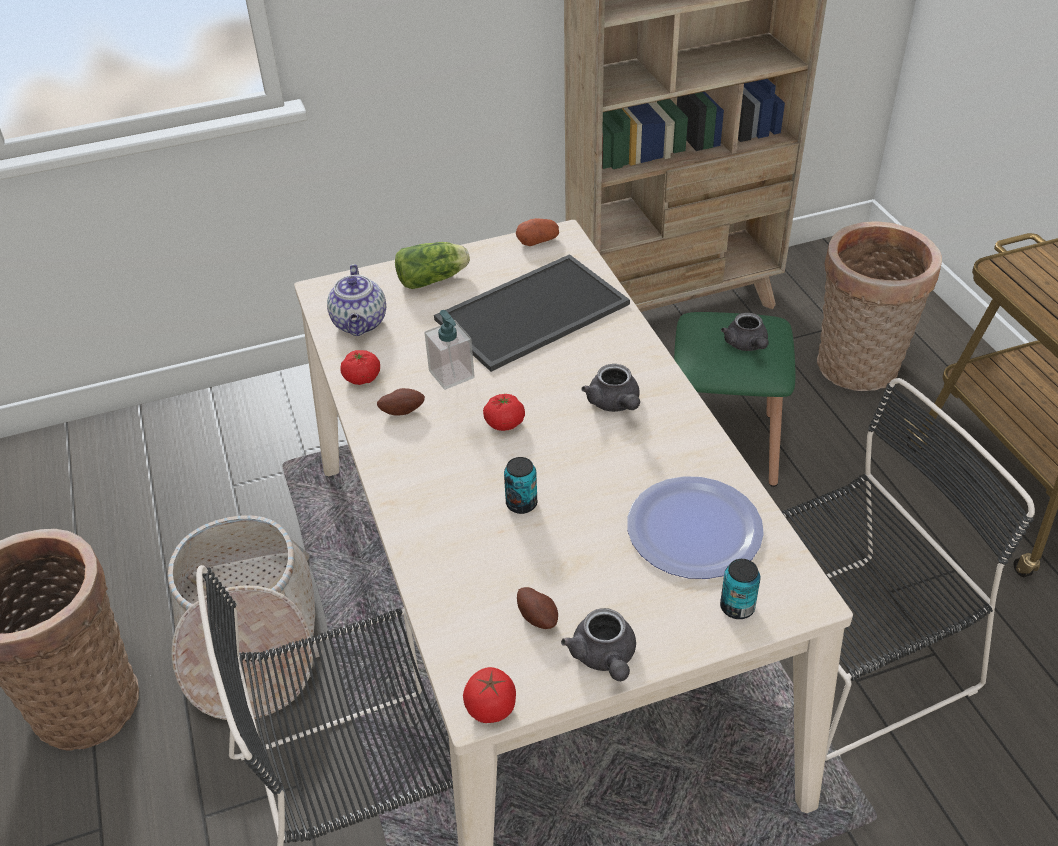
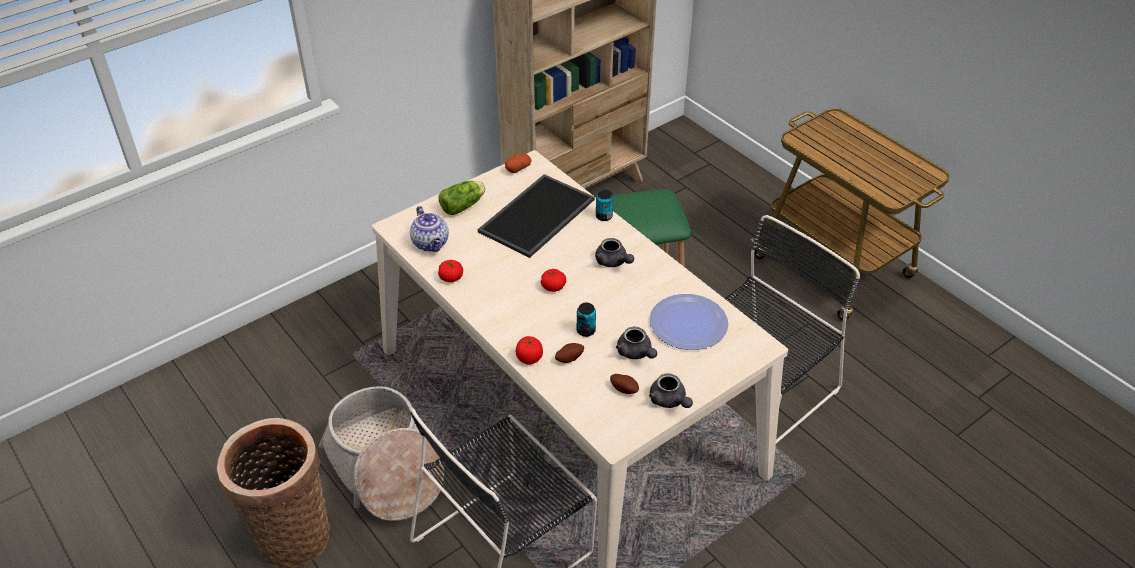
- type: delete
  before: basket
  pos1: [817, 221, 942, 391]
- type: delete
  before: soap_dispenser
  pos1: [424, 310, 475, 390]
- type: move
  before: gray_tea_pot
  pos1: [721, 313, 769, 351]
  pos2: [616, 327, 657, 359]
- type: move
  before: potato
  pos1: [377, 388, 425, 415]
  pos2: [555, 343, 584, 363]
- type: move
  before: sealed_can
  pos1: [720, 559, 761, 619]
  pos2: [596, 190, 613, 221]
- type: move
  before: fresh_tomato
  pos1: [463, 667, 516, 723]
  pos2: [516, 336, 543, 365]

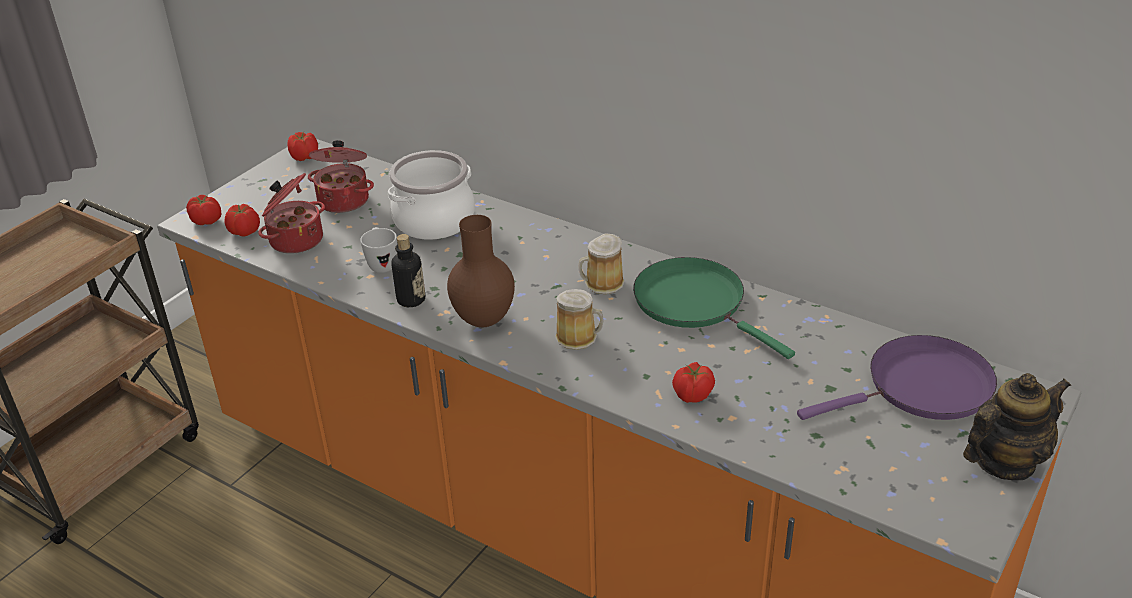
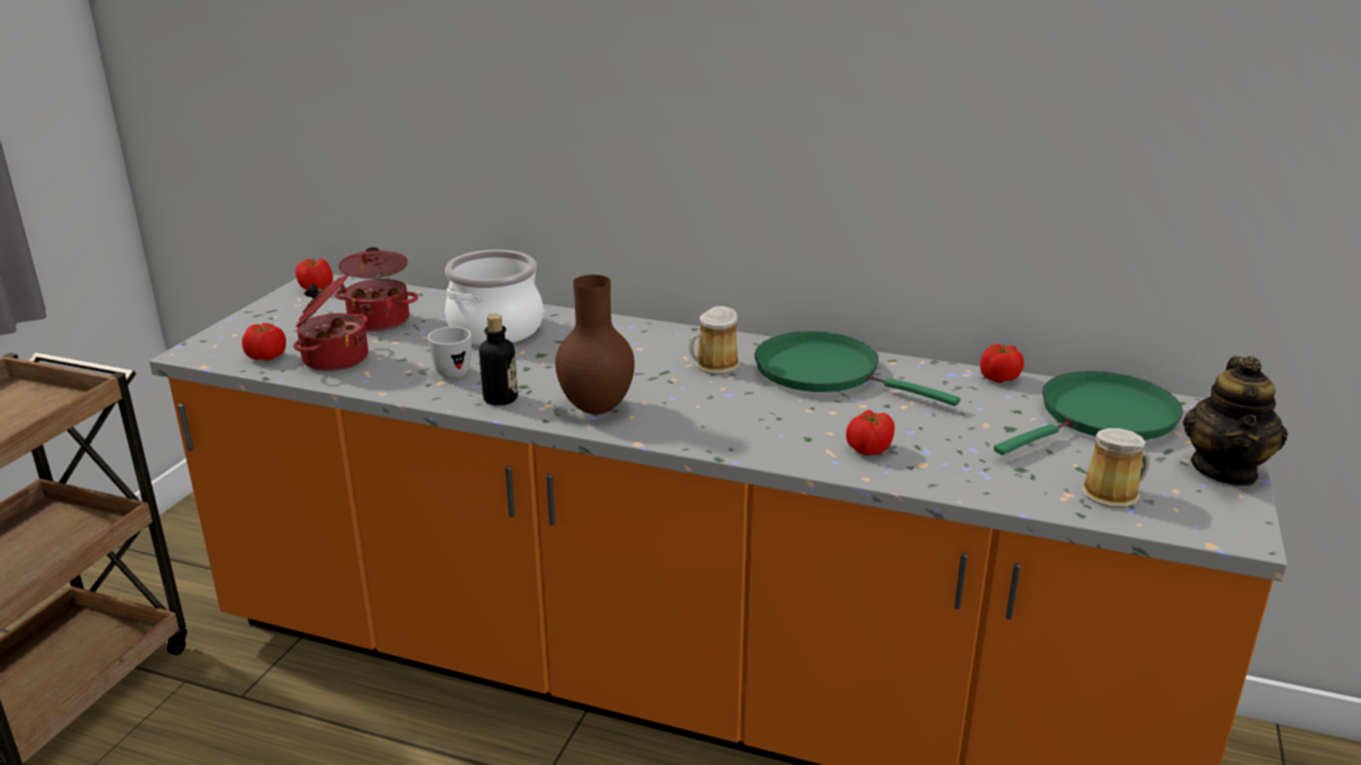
- type: move
  before: fresh_tomato
  pos1: [186, 195, 221, 225]
  pos2: [980, 344, 1024, 383]
- type: move
  before: coffee_mug
  pos1: [555, 289, 603, 350]
  pos2: [1081, 428, 1150, 508]
- type: recolor
  before: purplish_skillet
  after: greenish_skillet
  pos1: [797, 335, 997, 420]
  pos2: [994, 371, 1183, 455]
- type: rotate
  before: tea_pot
  pos1: [963, 373, 1071, 480]
  pos2: [1183, 356, 1288, 486]
  turn: 150

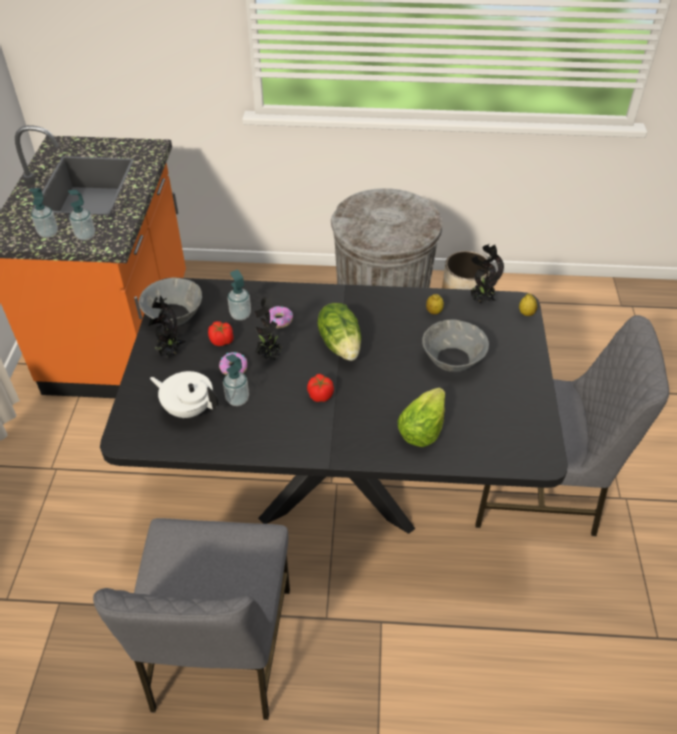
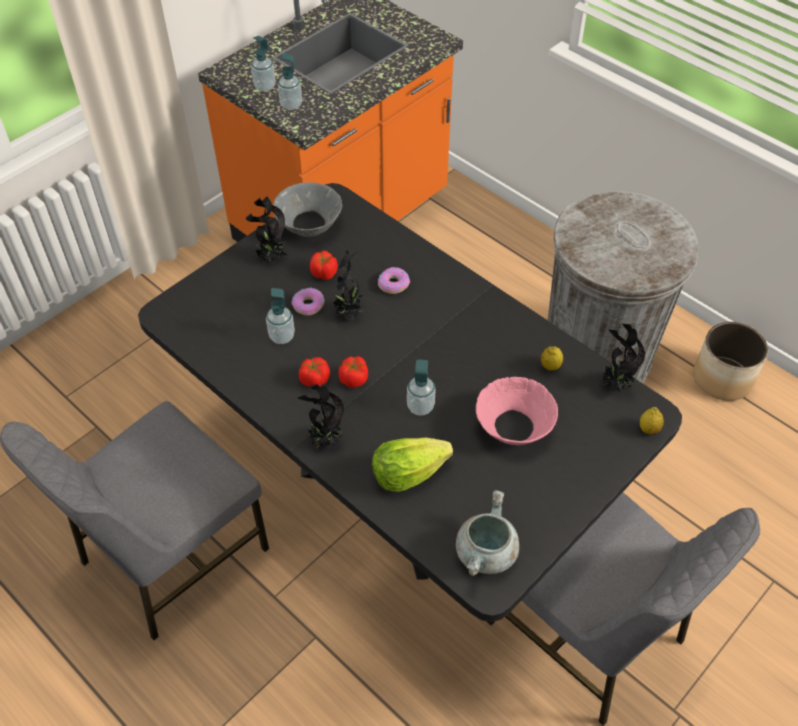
- type: move
  before: soap_dispenser
  pos1: [228, 270, 251, 320]
  pos2: [407, 359, 435, 416]
- type: delete
  before: head_of_lettuce
  pos1: [317, 303, 361, 361]
- type: recolor
  before: gray_serving_bowl
  after: pink_serving_bowl
  pos1: [422, 319, 489, 372]
  pos2: [476, 377, 558, 445]
- type: delete
  before: whitish_tea_pot
  pos1: [150, 371, 218, 418]
- type: insert
  after: fresh_tomato
  pos2: [299, 357, 330, 387]
- type: insert
  after: plant_in_a_pot
  pos2: [297, 384, 344, 448]
- type: insert
  after: gray_saucepot
  pos2: [456, 490, 519, 576]

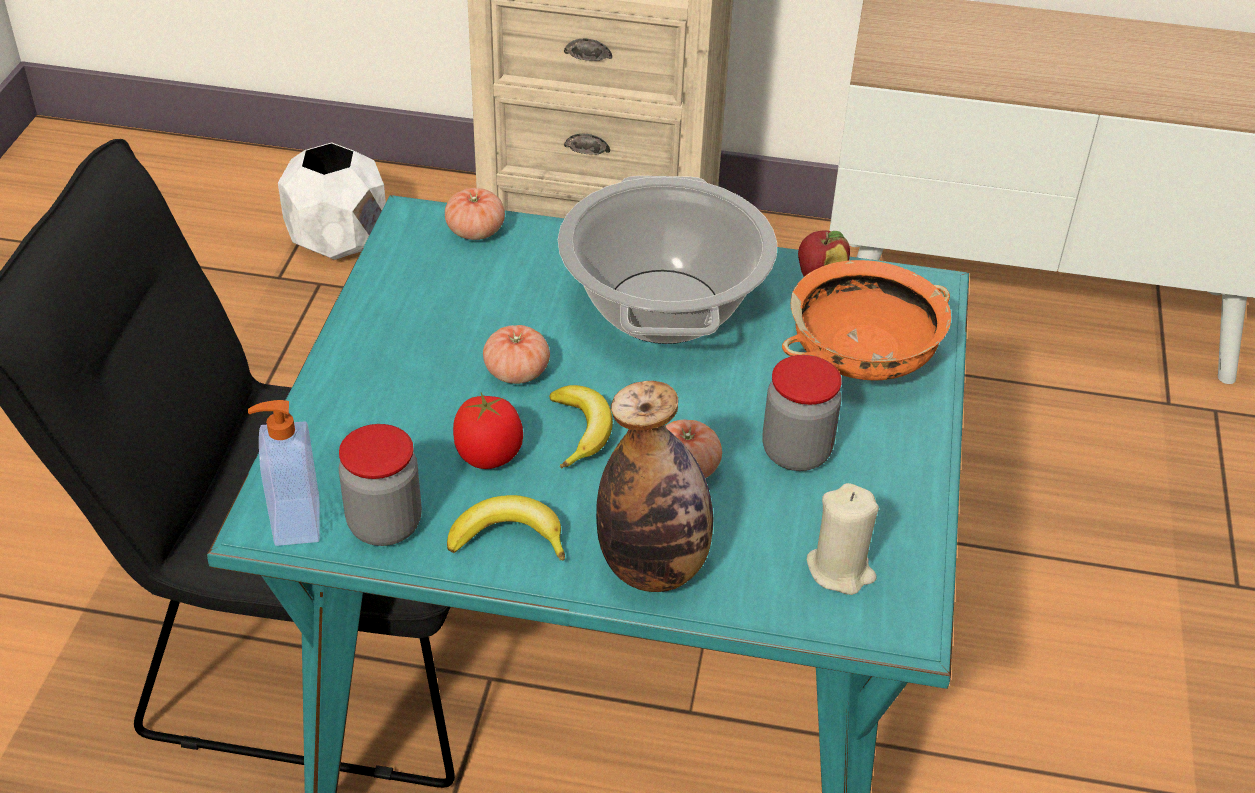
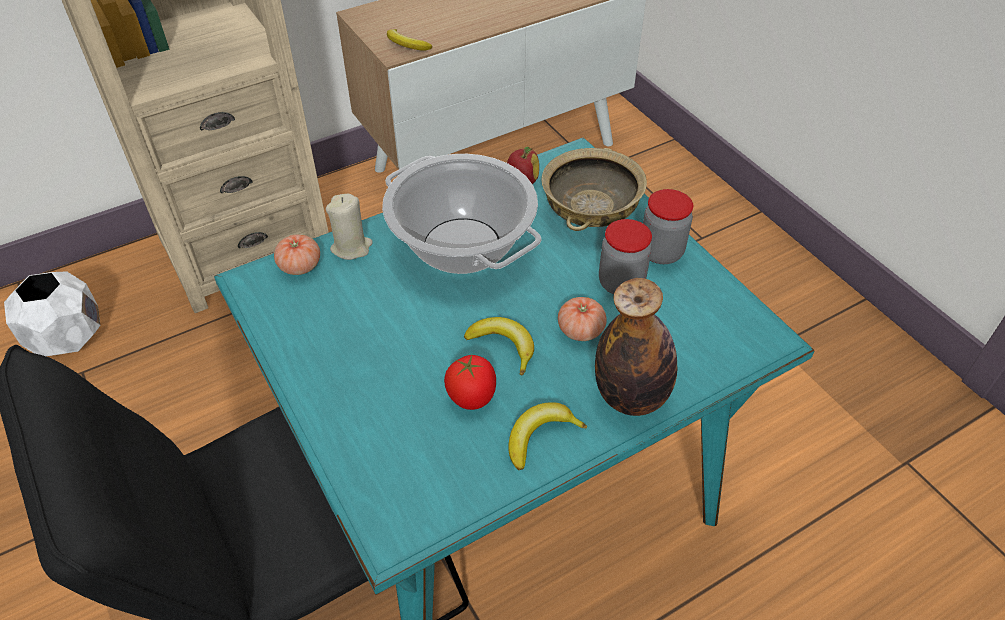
- type: recolor
  before: orange_serving_bowl
  after: beige_serving_bowl
  pos1: [782, 260, 951, 380]
  pos2: [542, 148, 647, 231]
- type: delete
  before: fresh_tomato
  pos1: [483, 325, 550, 384]
- type: delete
  before: soap_dispenser
  pos1: [248, 400, 320, 546]
- type: move
  before: storage_jar
  pos1: [339, 424, 422, 546]
  pos2: [643, 189, 693, 264]
- type: move
  before: beige_wax_candle
  pos1: [807, 483, 879, 595]
  pos2: [326, 194, 373, 260]
- type: insert
  after: banana_fruit
  pos2: [387, 29, 432, 51]

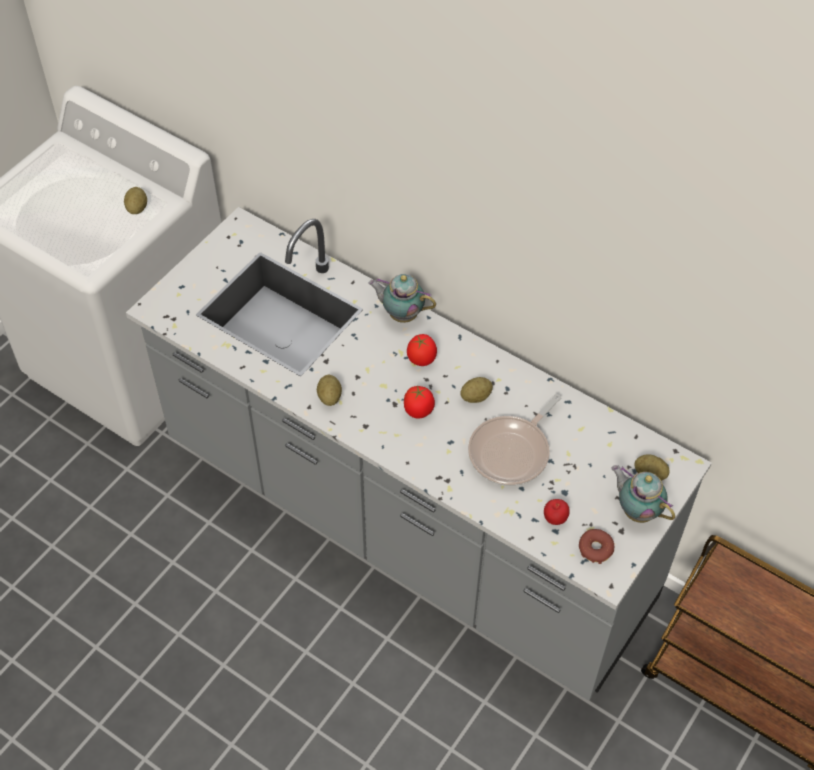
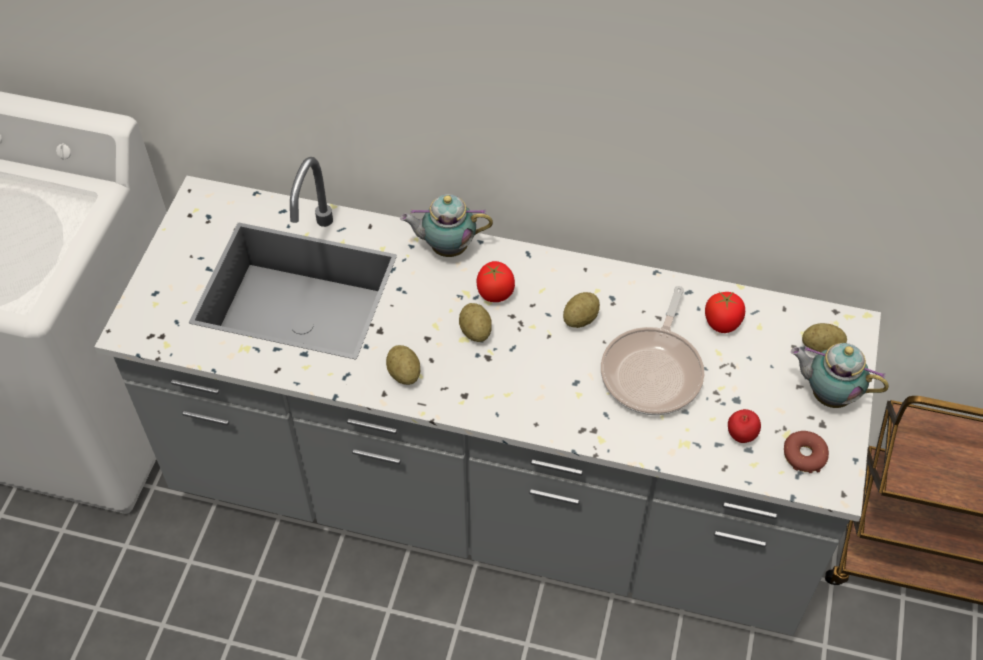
- type: move
  before: potato
  pos1: [124, 187, 147, 214]
  pos2: [459, 303, 492, 342]
- type: move
  before: fresh_tomato
  pos1: [404, 386, 435, 419]
  pos2: [705, 292, 745, 333]

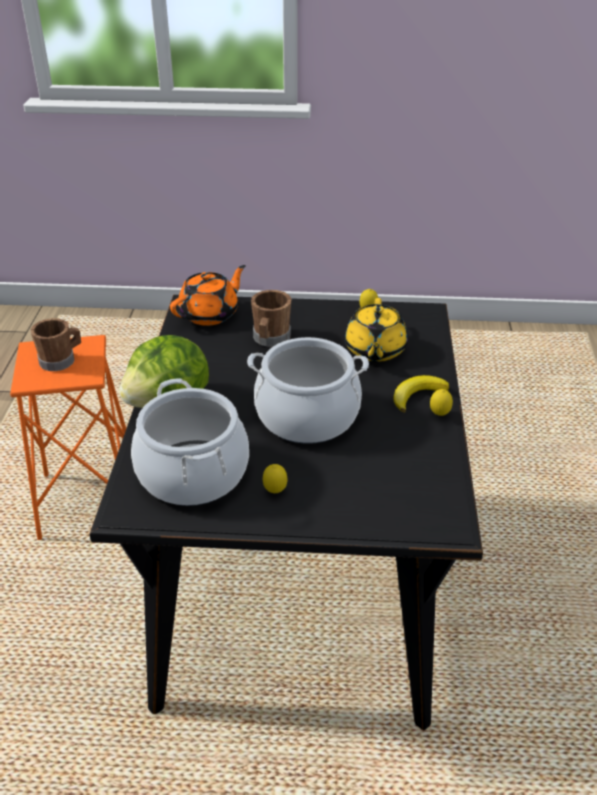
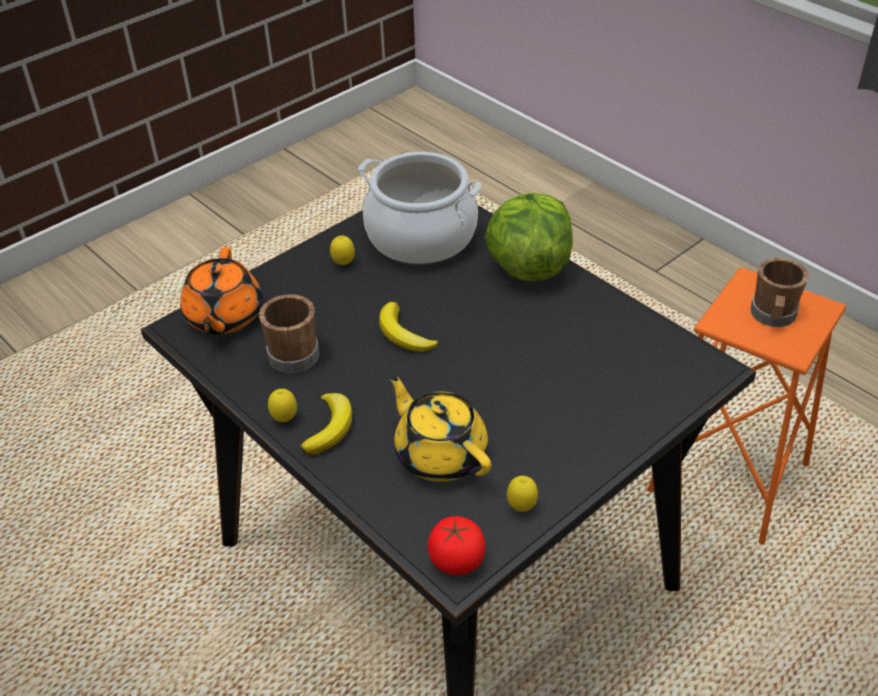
- type: move
  before: orange_tea_pot
  pos1: [170, 265, 246, 326]
  pos2: [180, 247, 263, 335]
- type: move
  before: brown_coffee_mug
  pos1: [251, 290, 291, 347]
  pos2: [259, 294, 319, 373]
- type: replace
  before: saucepot
  after: banana_fruit
  pos1: [247, 337, 369, 444]
  pos2: [379, 302, 438, 352]
- type: insert
  after: fresh_tomato
  pos2: [428, 516, 486, 575]

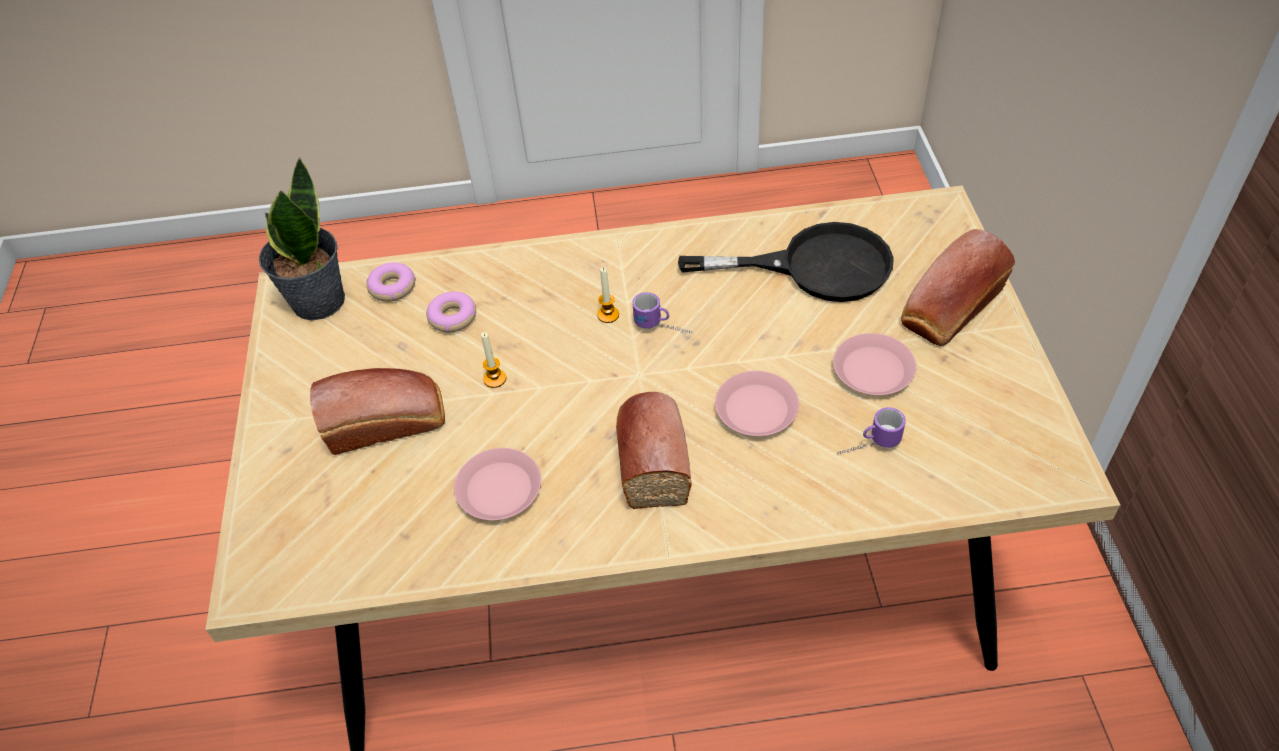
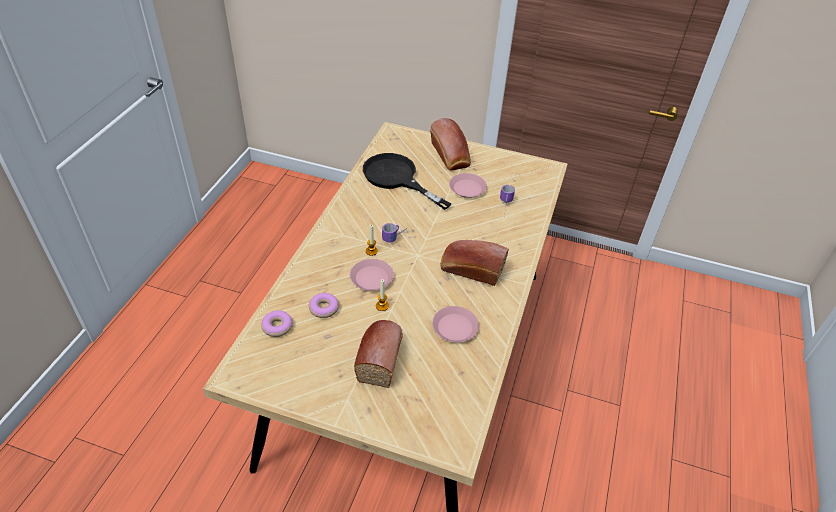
- type: delete
  before: plant_in_a_pot
  pos1: [259, 157, 345, 321]
- type: rotate
  before: black_skillet
  pos1: [678, 222, 894, 302]
  pos2: [363, 153, 451, 210]
  turn: -75
- type: move
  before: pink_dinner_plate
  pos1: [715, 371, 799, 436]
  pos2: [350, 259, 394, 291]

